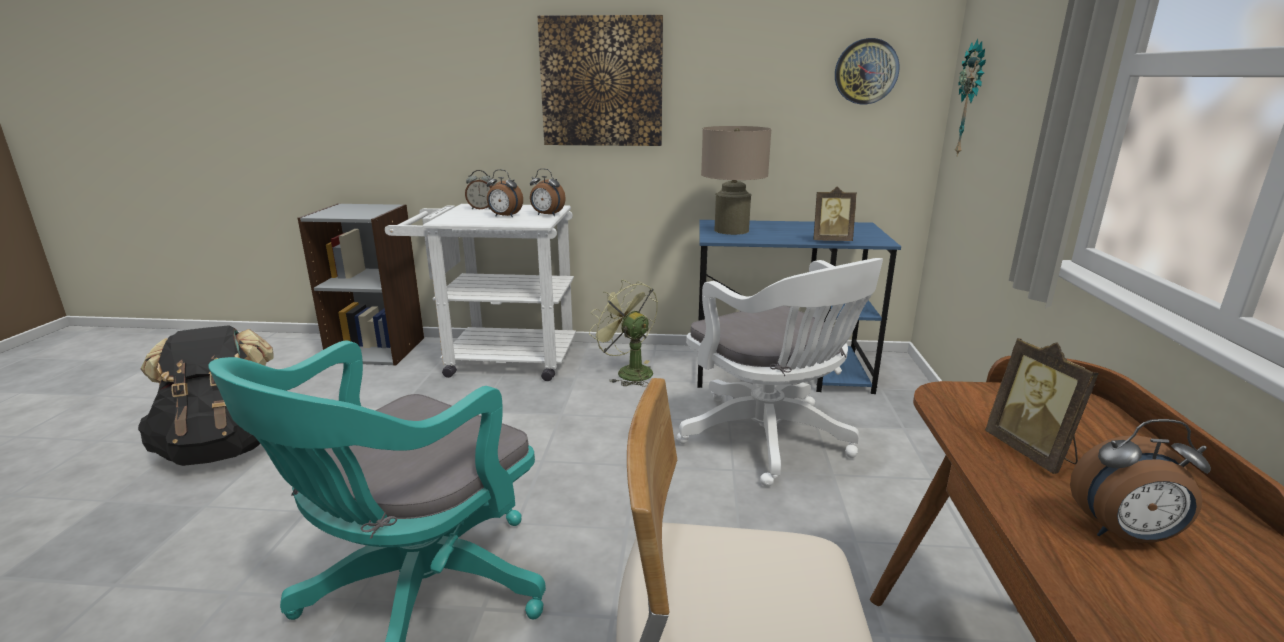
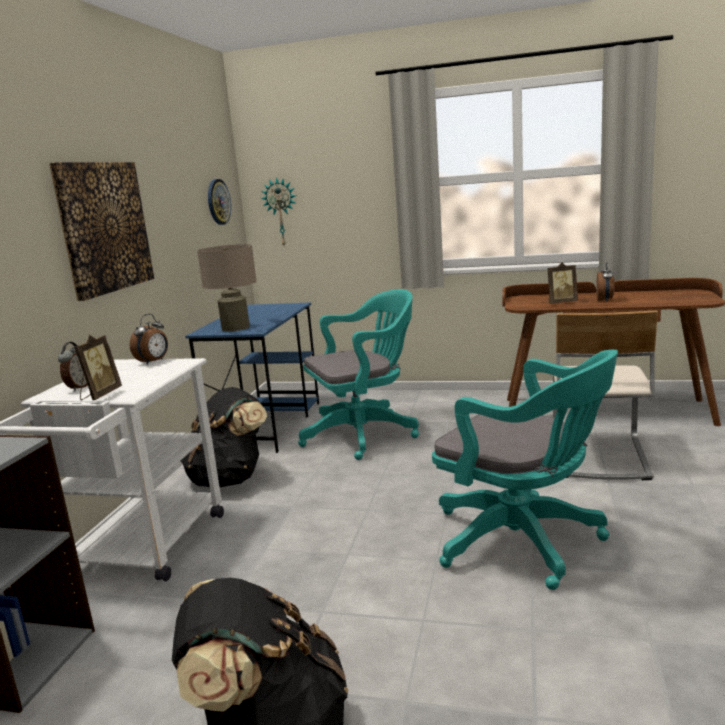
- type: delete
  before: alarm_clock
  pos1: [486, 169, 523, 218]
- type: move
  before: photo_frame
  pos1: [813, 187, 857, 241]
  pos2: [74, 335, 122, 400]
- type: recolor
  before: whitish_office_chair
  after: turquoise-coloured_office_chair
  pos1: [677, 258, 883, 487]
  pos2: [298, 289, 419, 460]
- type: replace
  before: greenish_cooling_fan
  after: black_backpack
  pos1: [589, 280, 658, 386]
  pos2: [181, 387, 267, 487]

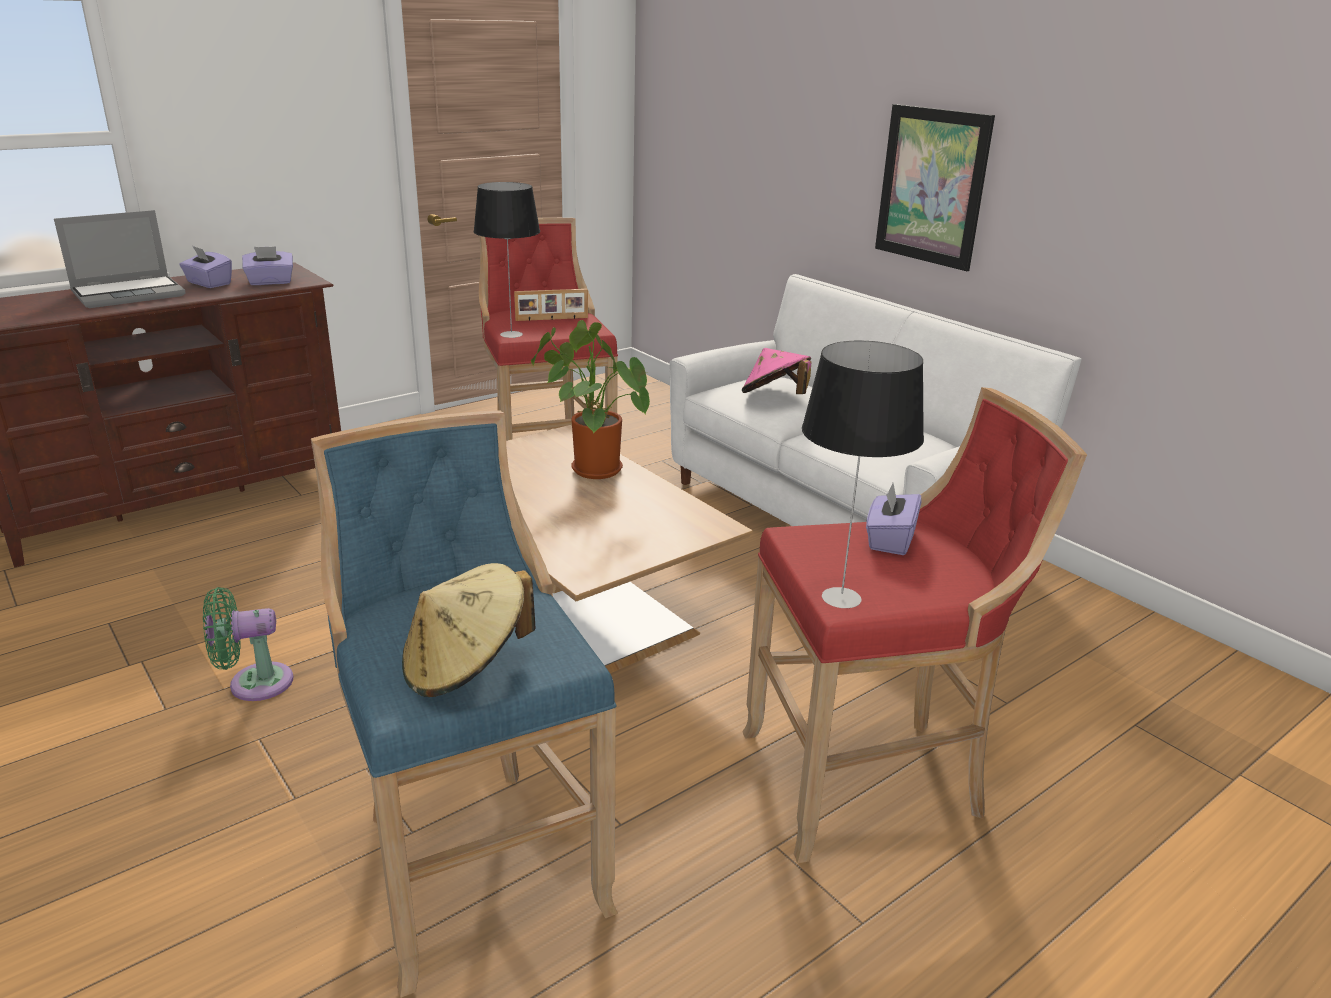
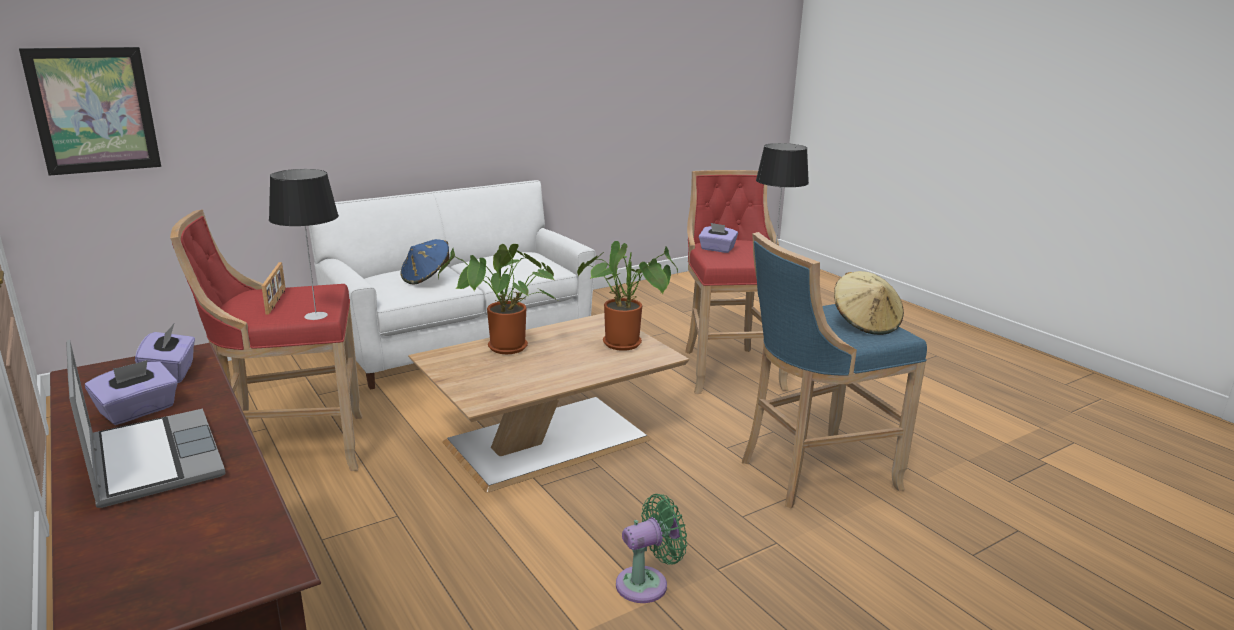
- type: move
  before: wall_picture
  pos1: [875, 104, 995, 271]
  pos2: [19, 47, 161, 176]
- type: recolor
  before: pink_clothing_hat
  after: bluish_clothing_hat
  pos1: [742, 348, 811, 394]
  pos2: [401, 239, 450, 284]
- type: rotate
  before: greenish_cooling_fan
  pos1: [203, 587, 293, 701]
  pos2: [616, 494, 687, 603]
  turn: -105
- type: insert
  after: plant_in_a_pot
  pos2: [577, 241, 678, 351]

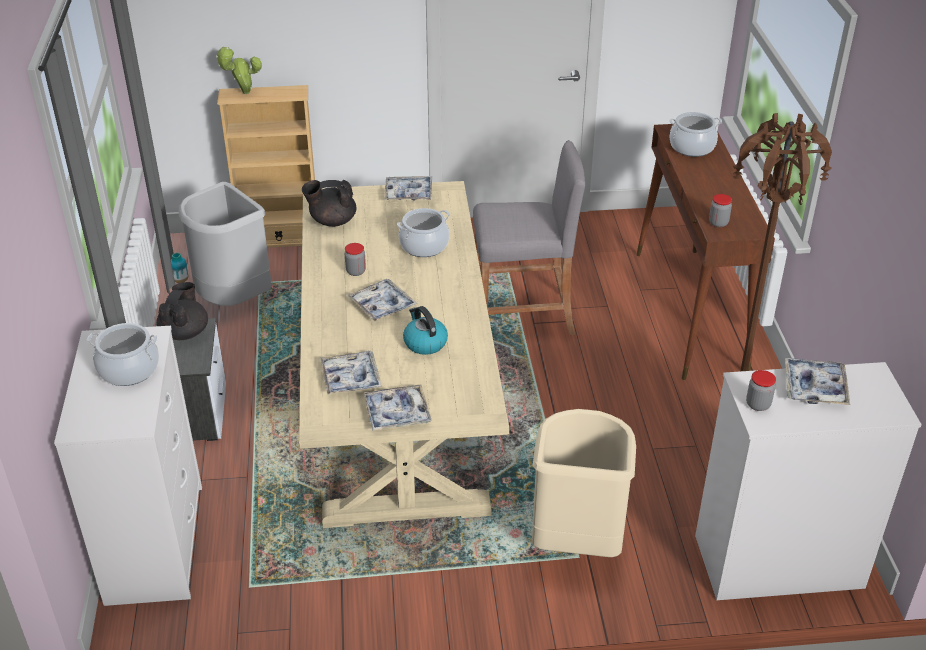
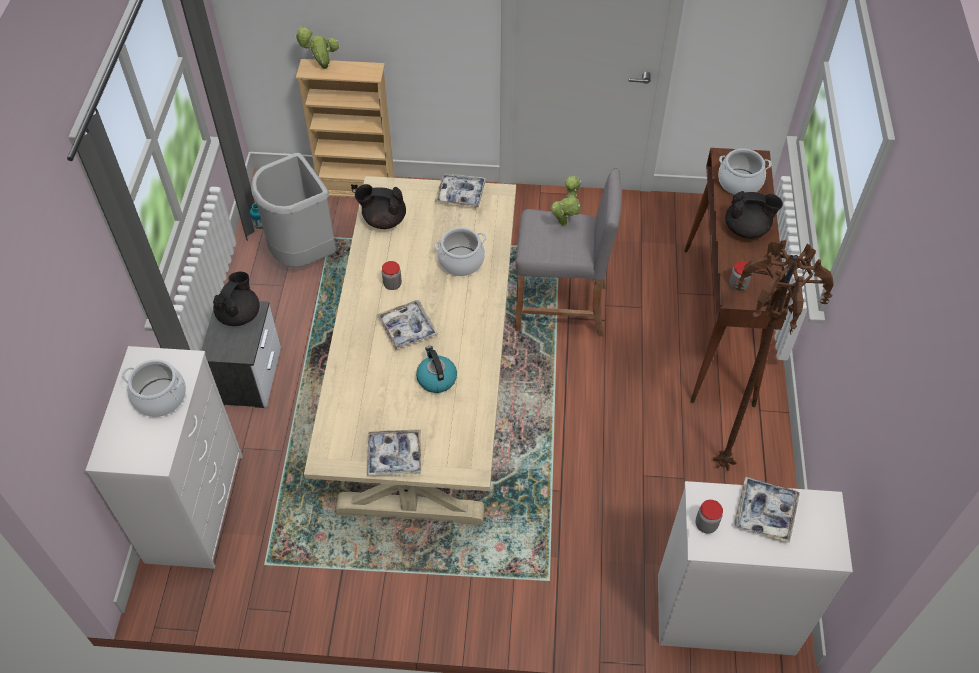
- type: delete
  before: tray
  pos1: [320, 351, 382, 394]
- type: delete
  before: beige_trash_can
  pos1: [532, 409, 636, 557]
- type: insert
  after: plant_in_a_pot
  pos2: [551, 176, 581, 226]
- type: insert
  after: black_tea_pot
  pos2: [725, 191, 783, 238]

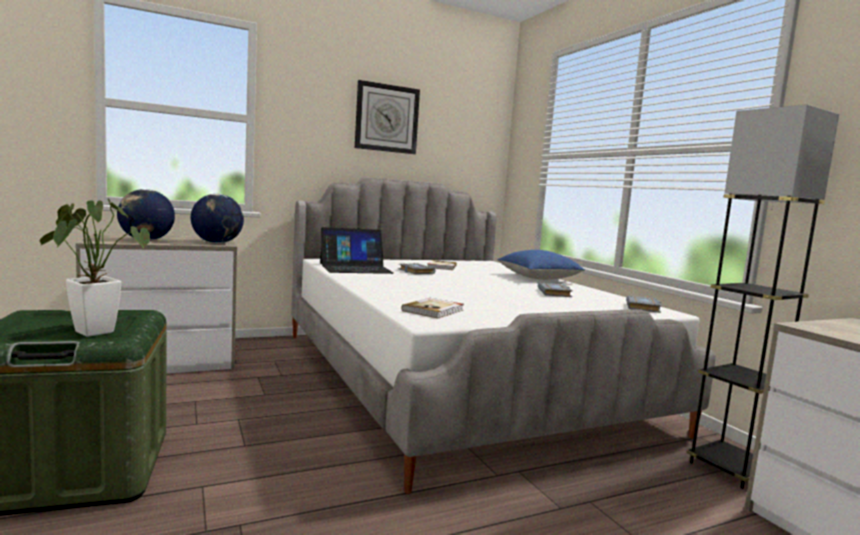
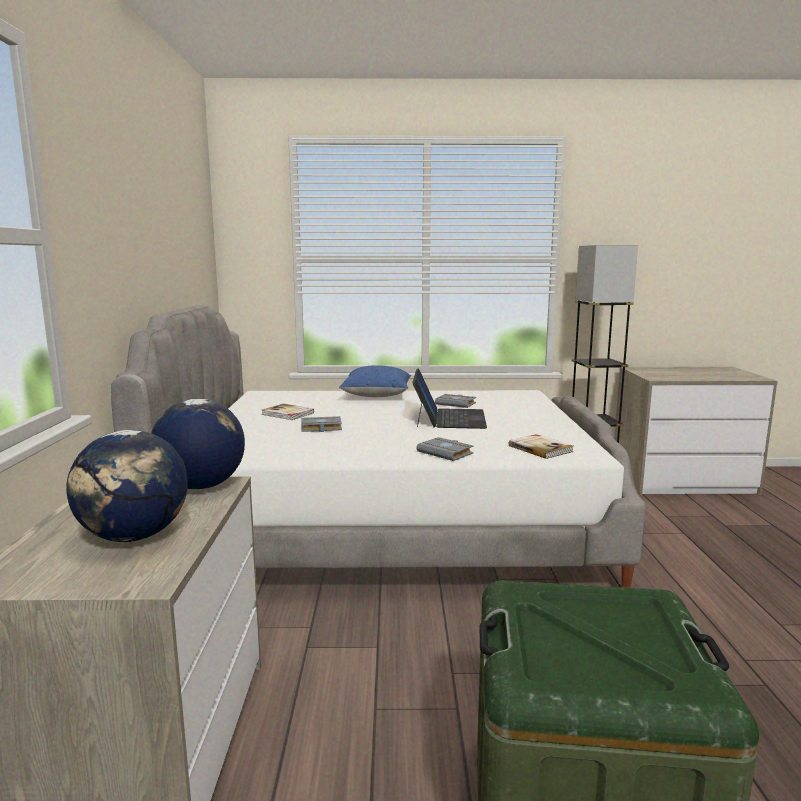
- type: delete
  before: wall_clock
  pos1: [355, 80, 420, 154]
- type: delete
  before: plant_in_a_pot
  pos1: [40, 198, 150, 337]
- type: move
  before: laptop
  pos1: [320, 227, 394, 274]
  pos2: [412, 368, 487, 429]
- type: move
  before: gray_volume
  pos1: [626, 296, 662, 313]
  pos2: [416, 437, 474, 461]

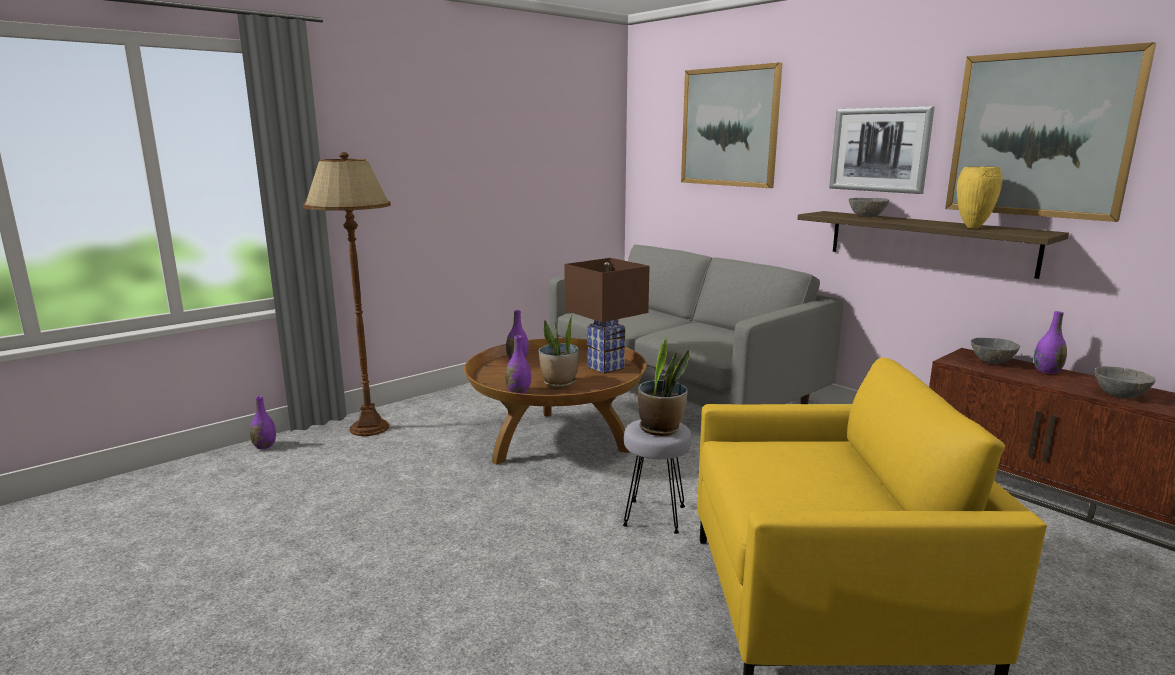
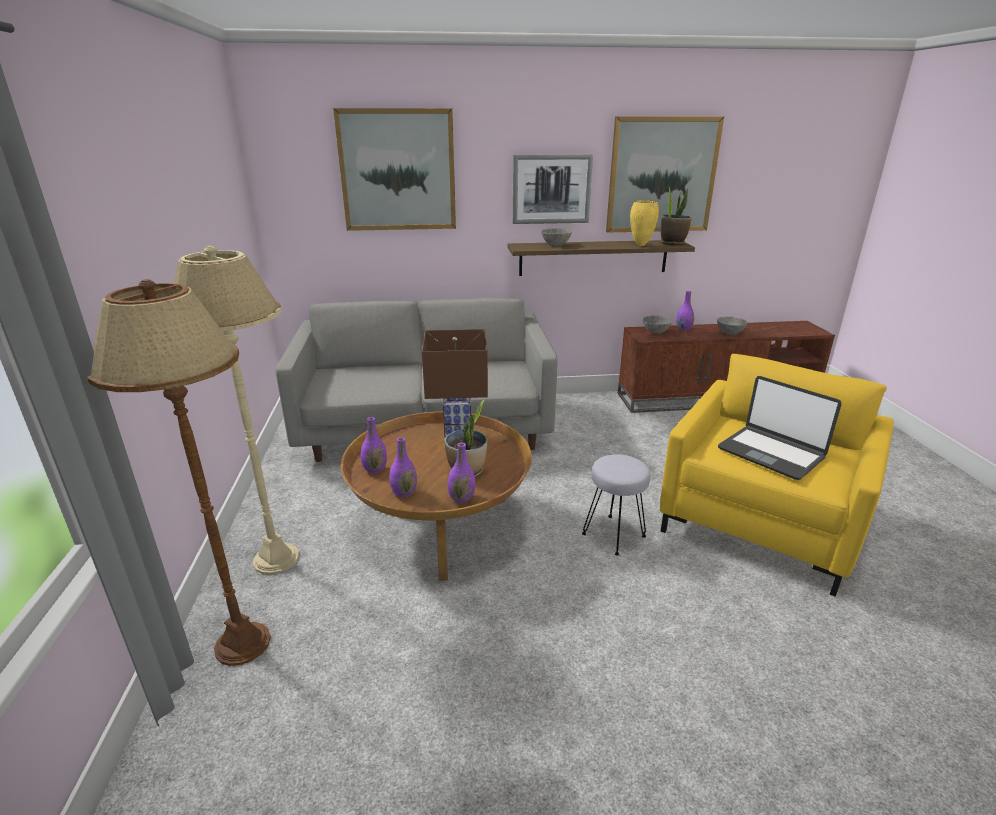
- type: move
  before: plant_in_a_pot
  pos1: [638, 336, 690, 436]
  pos2: [660, 185, 692, 246]
- type: move
  before: purplish_vase
  pos1: [250, 396, 276, 449]
  pos2: [389, 437, 417, 497]
- type: insert
  after: beige_standard_lamp
  pos2: [174, 246, 299, 575]
- type: insert
  after: laptop
  pos2: [718, 376, 841, 480]

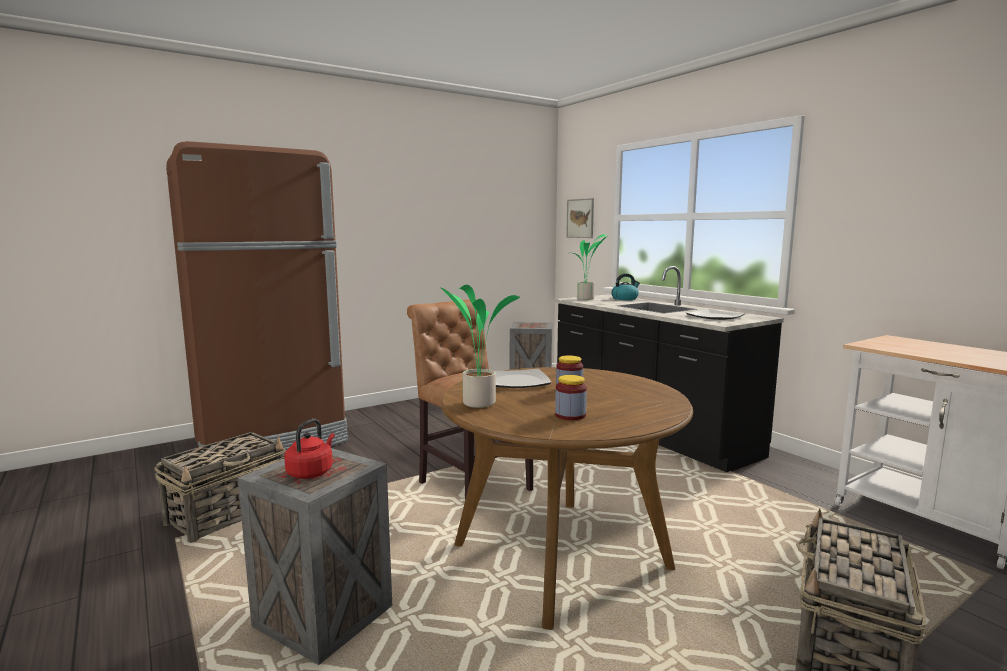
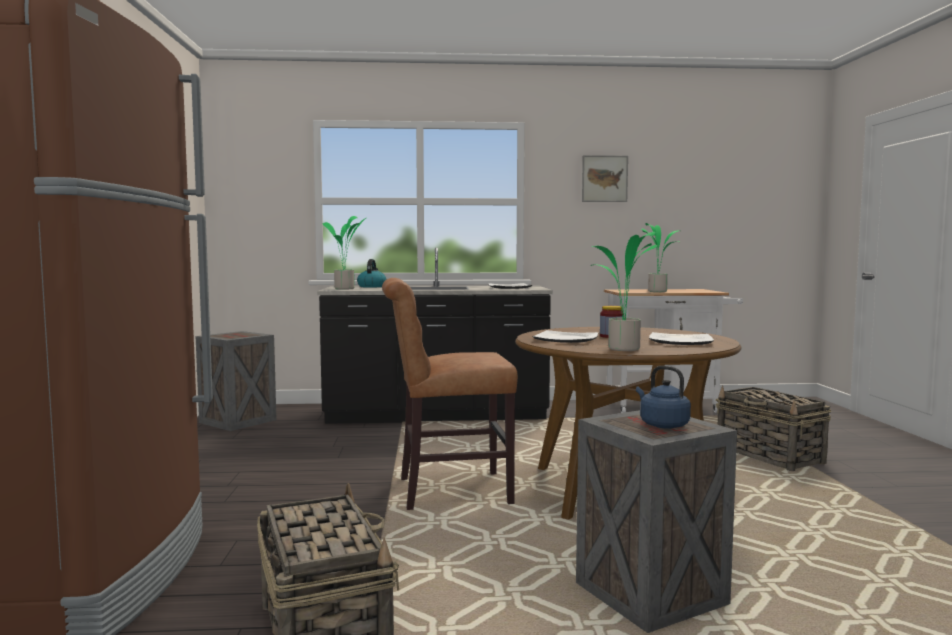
- type: move
  before: wall_picture
  pos1: [566, 198, 594, 238]
  pos2: [582, 155, 628, 202]
- type: replace
  before: storage_jar
  after: dinner_plate
  pos1: [555, 375, 587, 420]
  pos2: [649, 332, 714, 345]
- type: recolor
  before: red_tea_kettle
  after: bluish_tea_kettle
  pos1: [284, 419, 335, 479]
  pos2: [636, 366, 691, 429]
- type: insert
  after: plant_in_a_pot
  pos2: [641, 223, 679, 292]

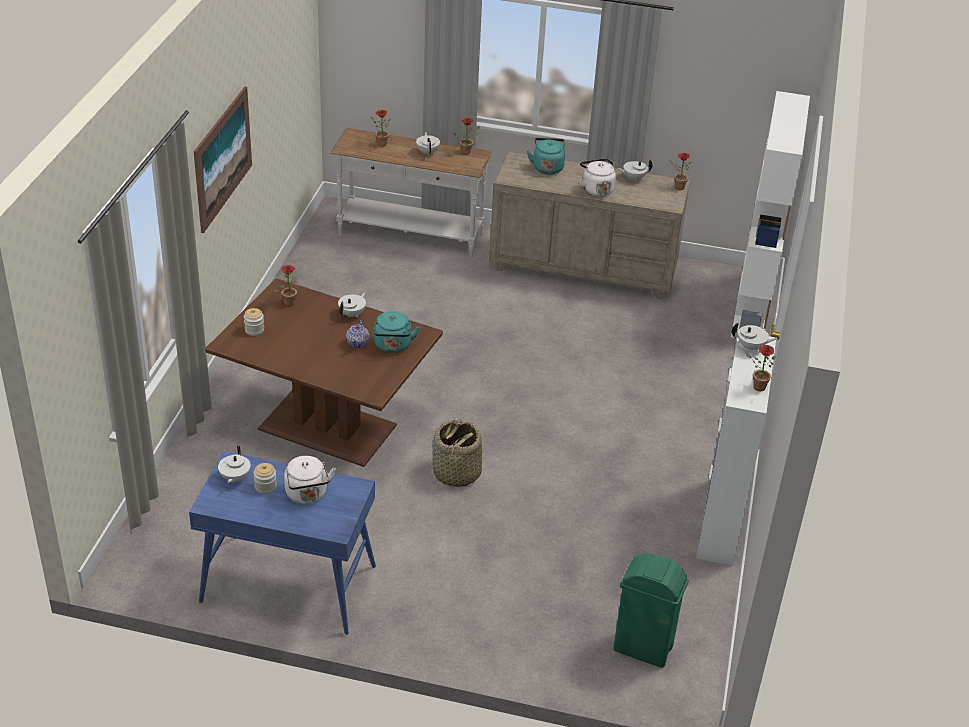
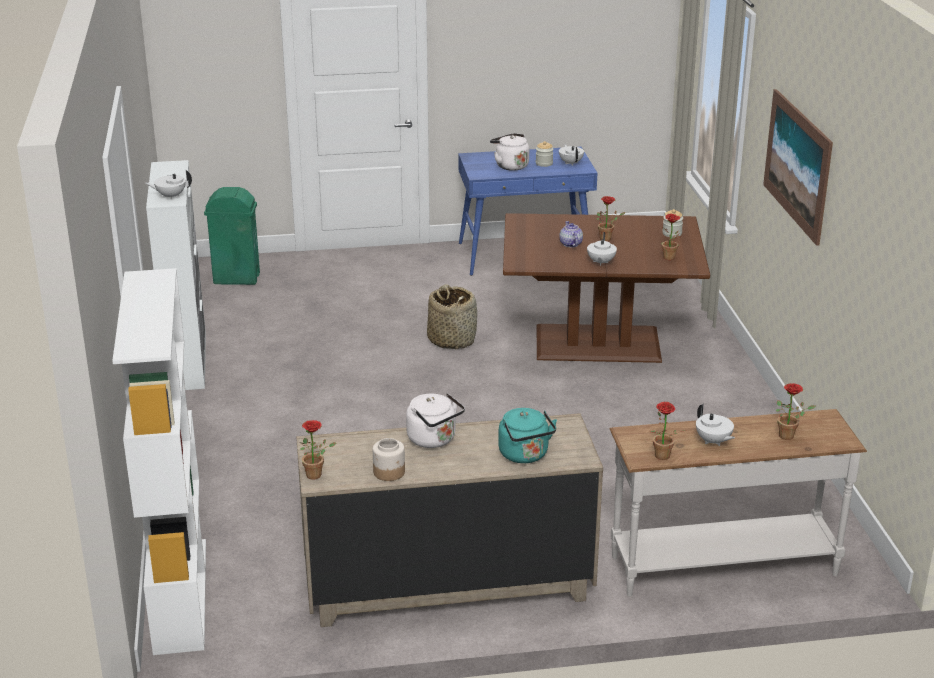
- type: replace
  before: whitish_tea_pot
  after: storage_jar
  pos1: [617, 159, 653, 181]
  pos2: [373, 438, 405, 481]
- type: delete
  before: turquoise-coloured_tea_kettle
  pos1: [374, 311, 420, 353]
- type: move
  before: plant_in_a_pot
  pos1: [746, 345, 776, 391]
  pos2: [596, 196, 626, 241]

